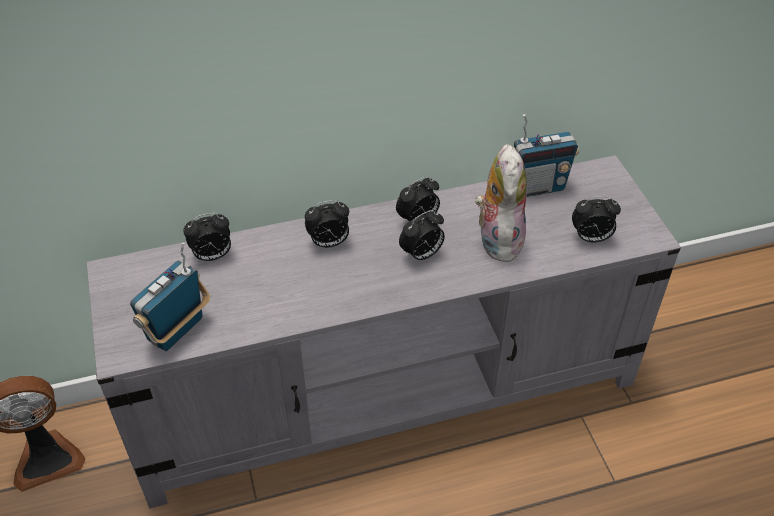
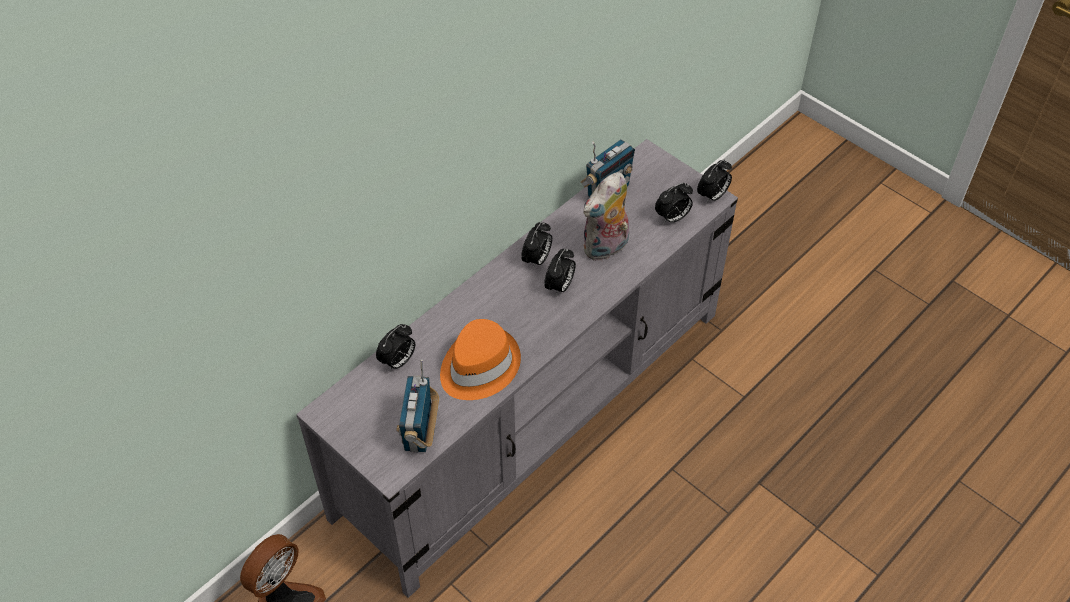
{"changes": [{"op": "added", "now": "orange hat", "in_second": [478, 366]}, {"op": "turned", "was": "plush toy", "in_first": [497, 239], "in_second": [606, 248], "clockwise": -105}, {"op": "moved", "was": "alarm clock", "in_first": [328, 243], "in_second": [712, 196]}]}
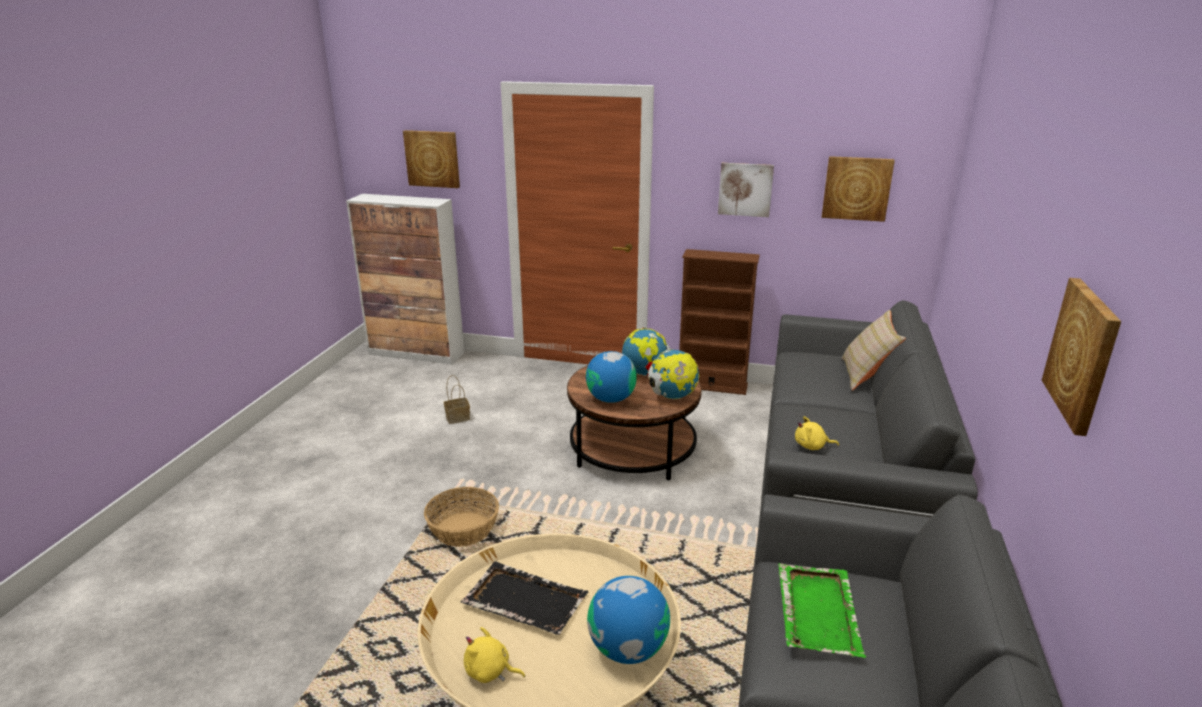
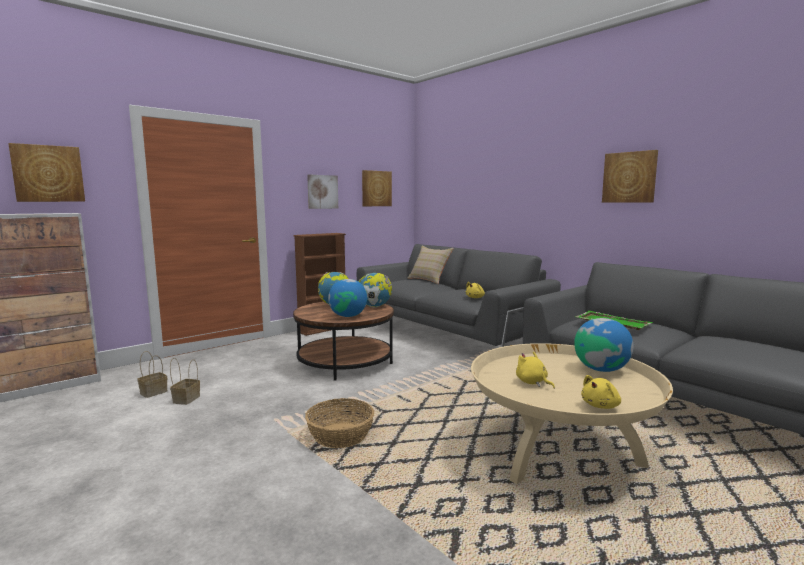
{"changes": [{"op": "added", "now": "basket", "in_second": [153, 392]}, {"op": "replaced", "was": "black tray", "now": "yellow plush toy", "in_first": [524, 600], "in_second": [532, 382]}]}
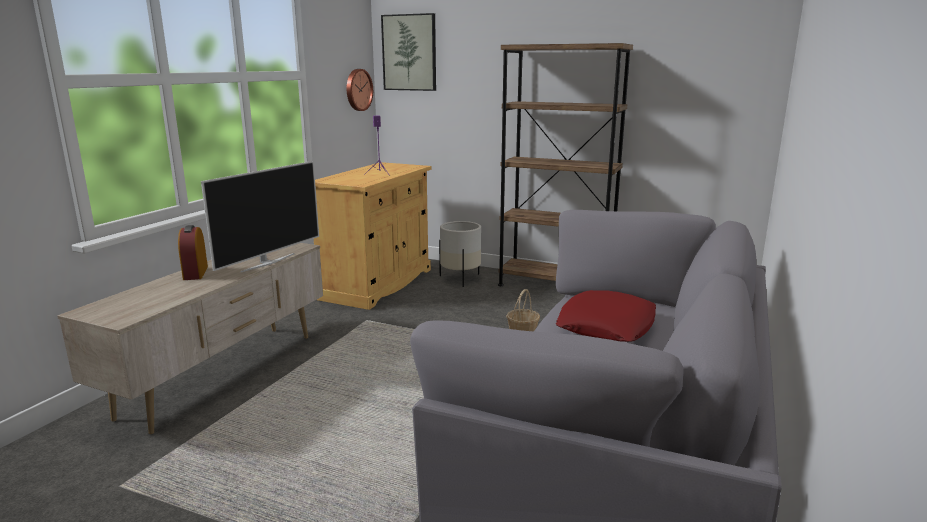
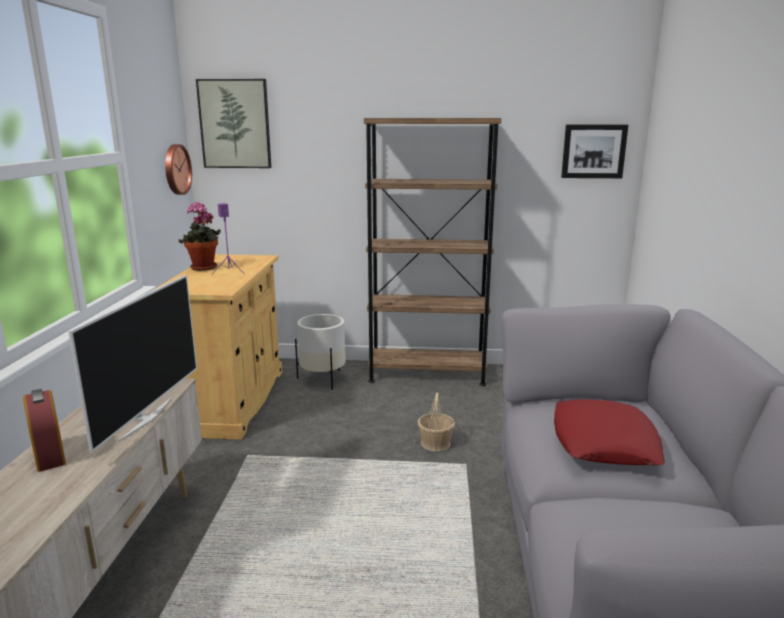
{"changes": [{"op": "added", "now": "potted plant", "in_second": [203, 268]}, {"op": "added", "now": "picture", "in_second": [593, 151]}]}
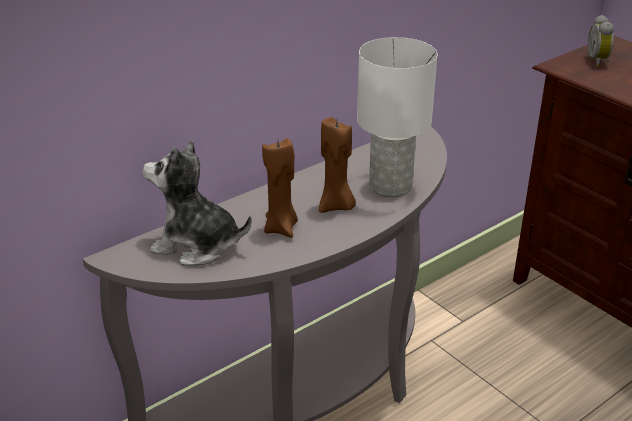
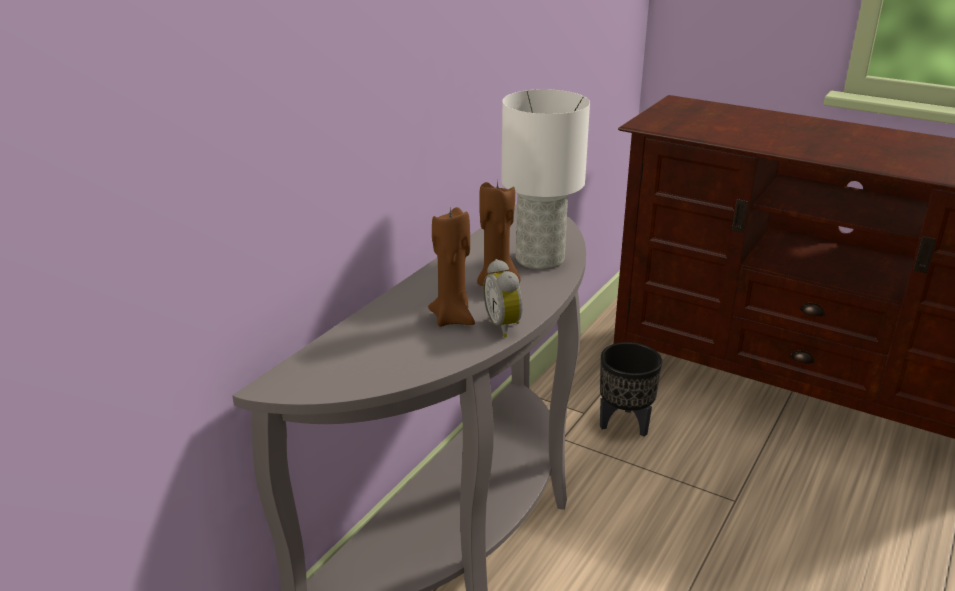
{"changes": [{"op": "moved", "was": "alarm clock", "in_first": [598, 61], "in_second": [505, 326]}, {"op": "added", "now": "black planter", "in_second": [624, 424]}, {"op": "removed", "was": "plush toy", "in_first": [196, 245]}]}
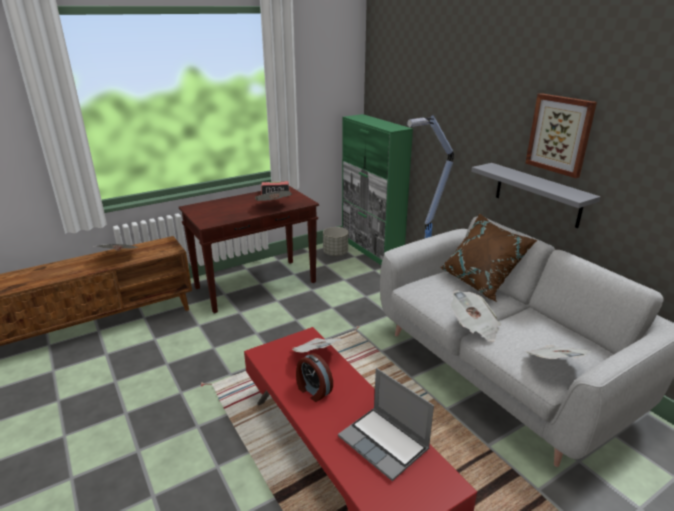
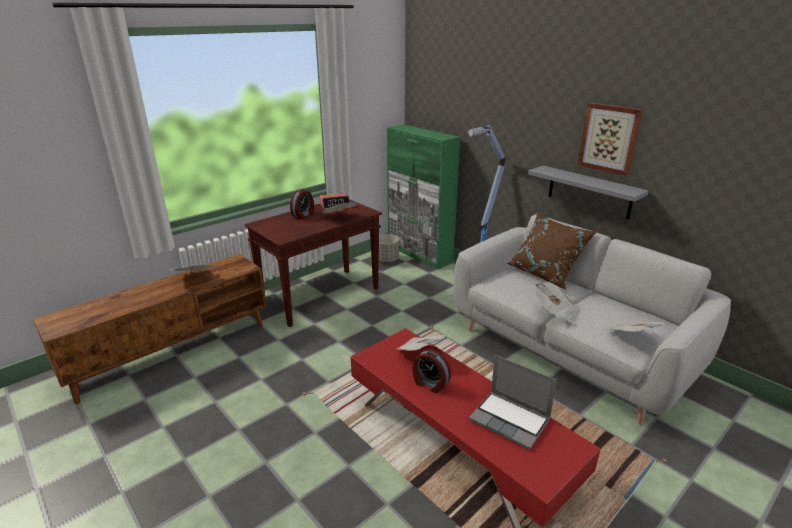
{"changes": [{"op": "added", "now": "alarm clock", "in_second": [304, 215]}]}
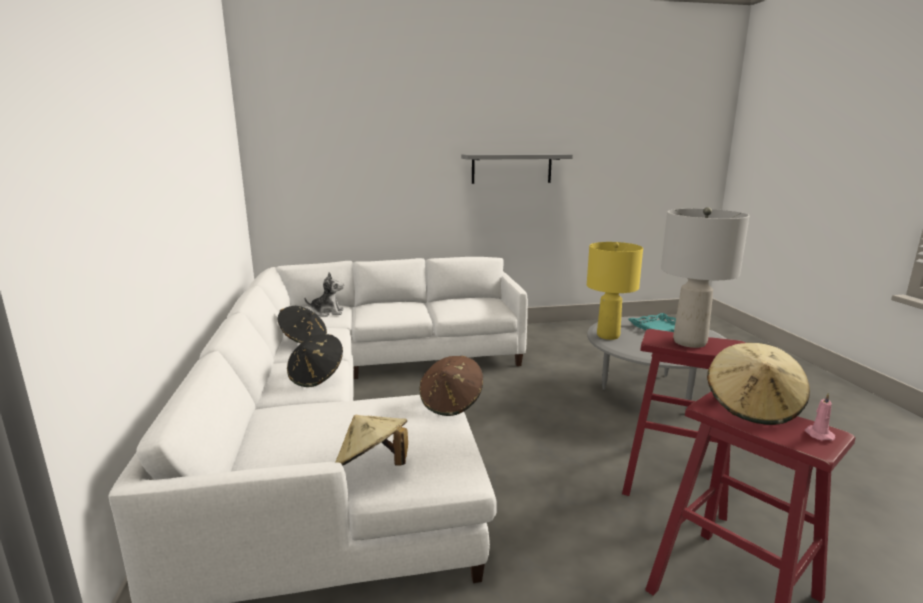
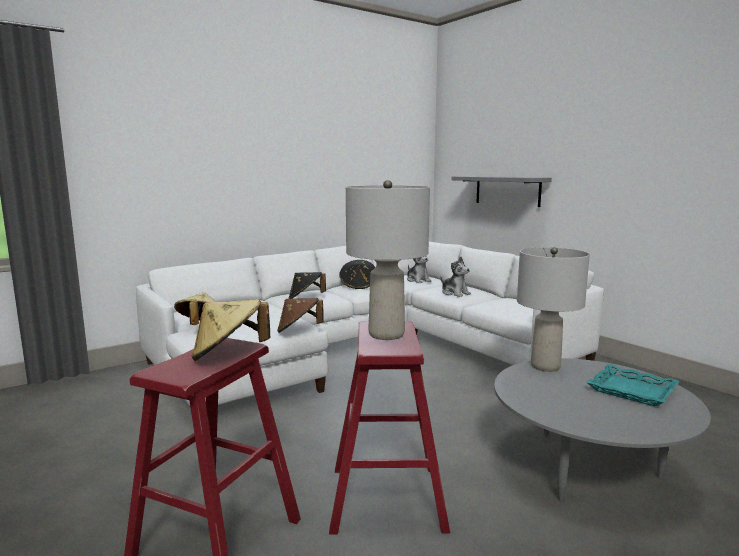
{"changes": [{"op": "added", "now": "plush toy", "in_second": [455, 293]}, {"op": "moved", "was": "grey shelf", "in_first": [511, 168], "in_second": [507, 190]}, {"op": "recoloured", "was": "yellow table lamp", "now": "grey table lamp", "in_first": [608, 336], "in_second": [544, 366]}, {"op": "removed", "was": "pink candle", "in_first": [818, 434]}]}
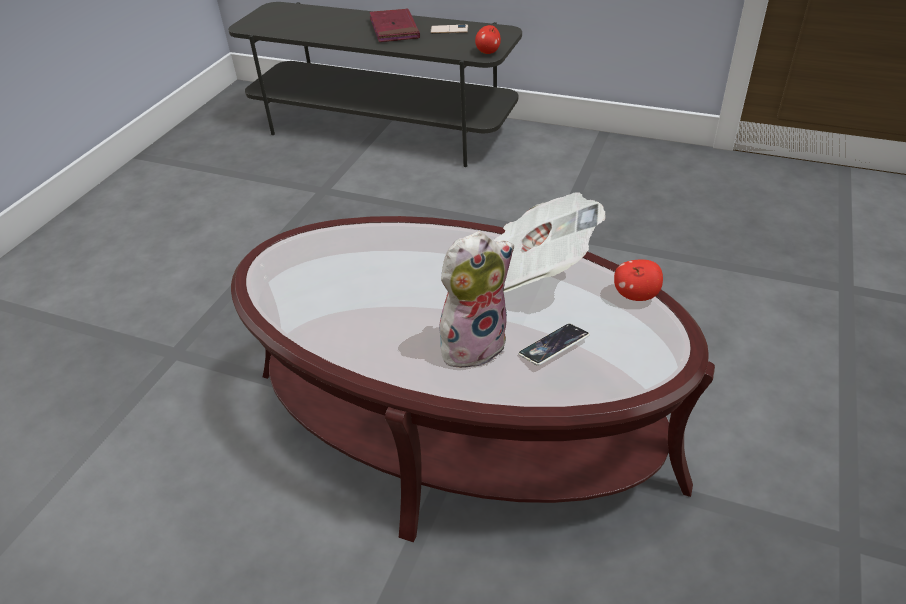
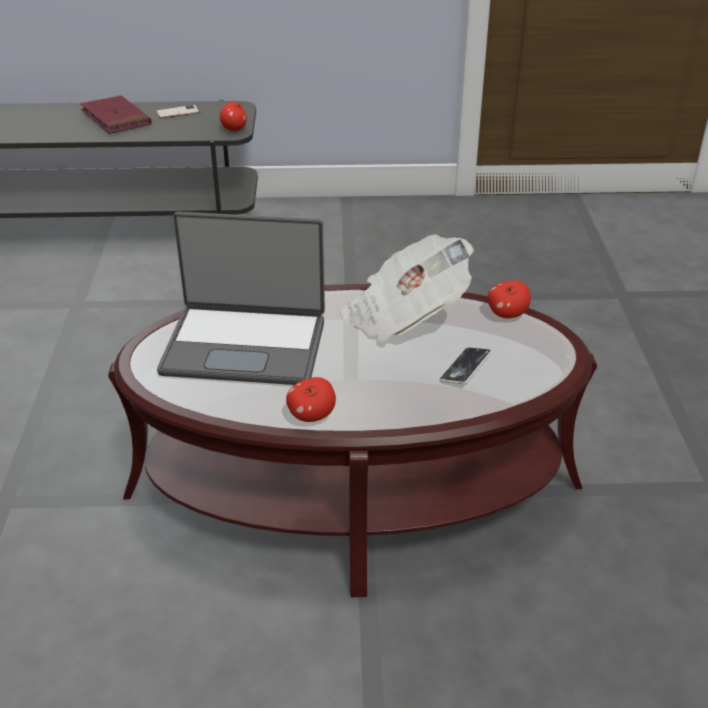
{"changes": [{"op": "added", "now": "laptop", "in_second": [245, 345]}, {"op": "added", "now": "apple", "in_second": [311, 416]}, {"op": "removed", "was": "plush toy", "in_first": [473, 344]}]}
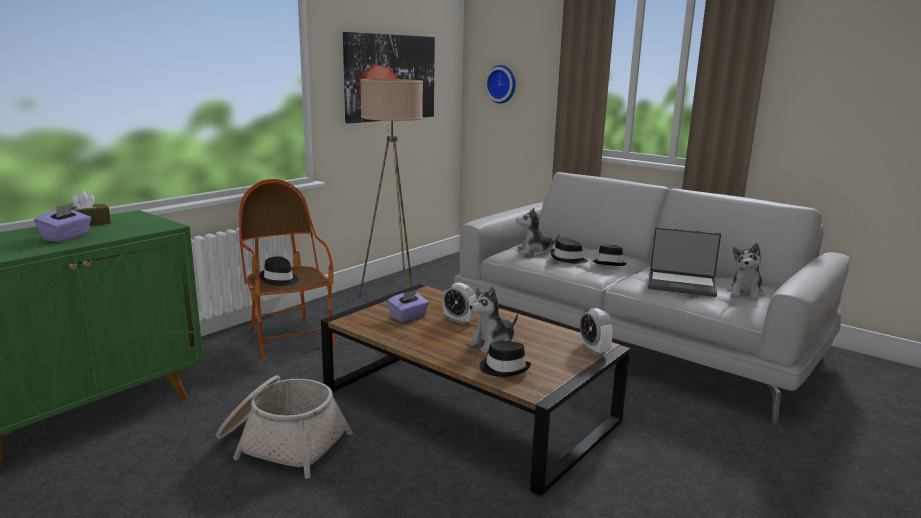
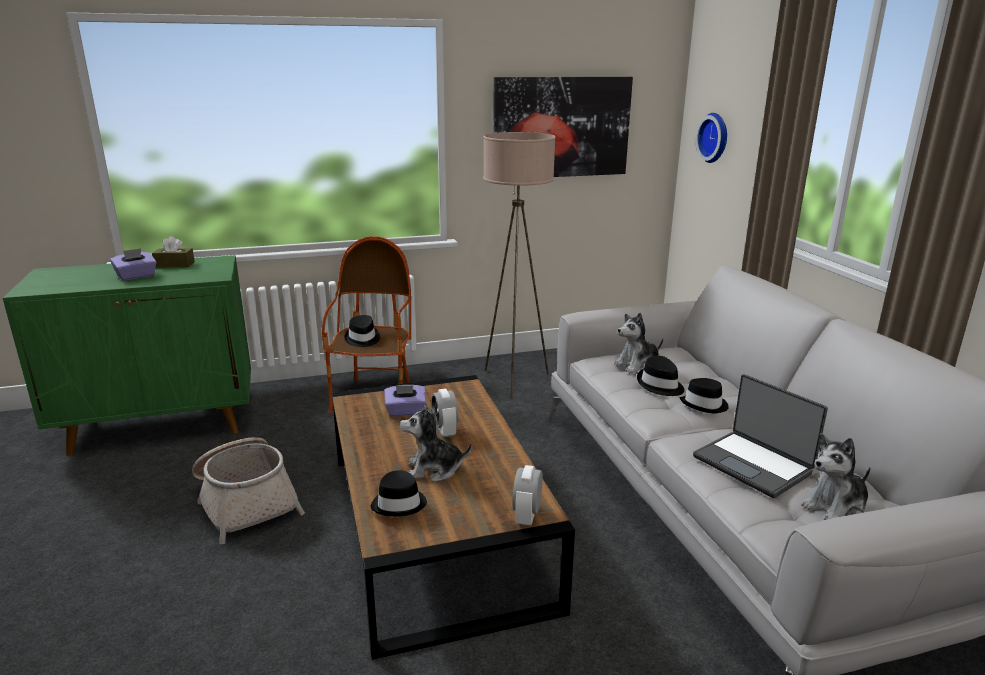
{"changes": [{"op": "turned", "was": "plush toy", "in_first": [535, 251], "in_second": [637, 365], "clockwise": -60}]}
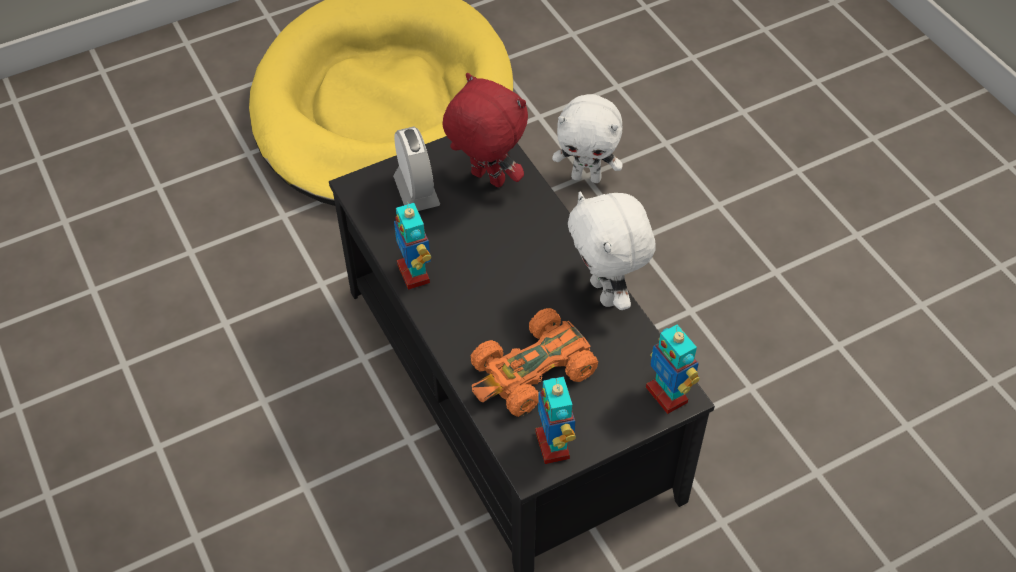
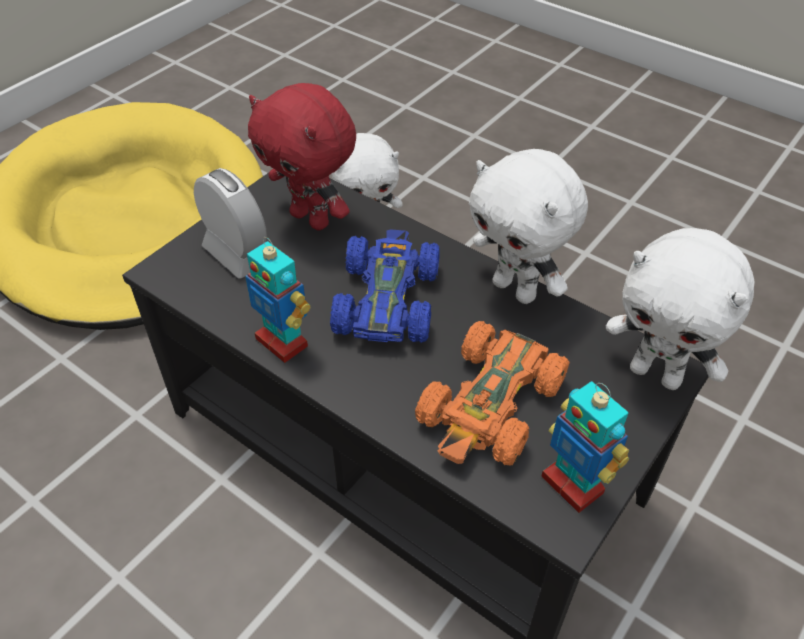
{"changes": [{"op": "turned", "was": "red plush toy", "in_first": [486, 179], "in_second": [312, 219], "clockwise": -150}, {"op": "added", "now": "blue toy car", "in_second": [387, 299]}, {"op": "replaced", "was": "toy robot", "now": "white plush toy", "in_first": [667, 394], "in_second": [656, 374]}]}
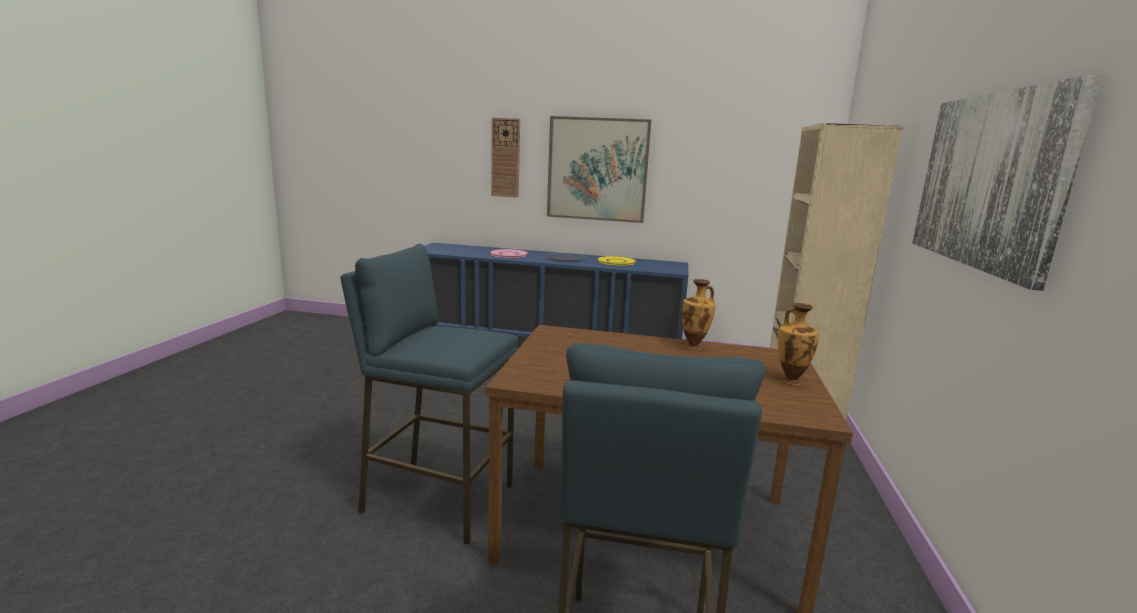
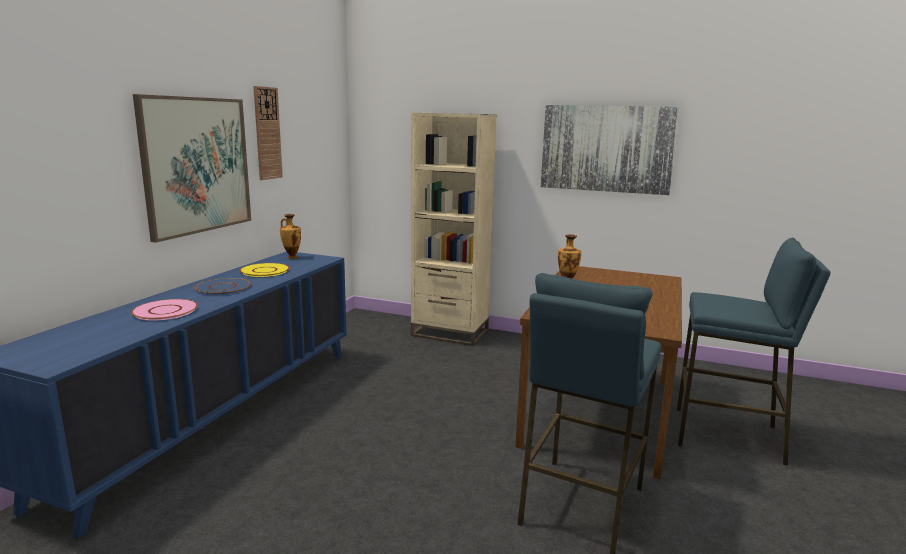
{"changes": [{"op": "moved", "was": "wall clock", "in_first": [505, 158], "in_second": [267, 133]}, {"op": "moved", "was": "vase", "in_first": [790, 381], "in_second": [291, 257]}]}
